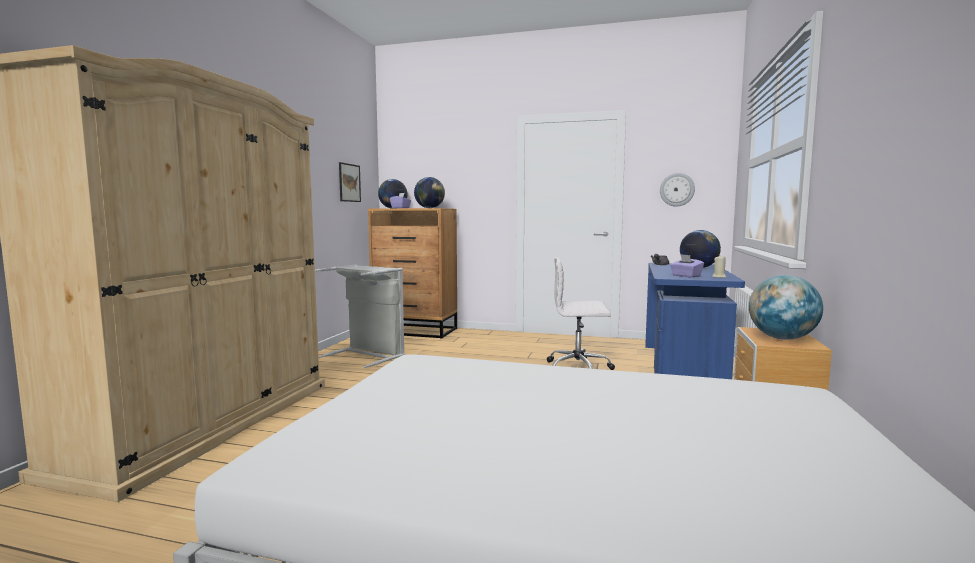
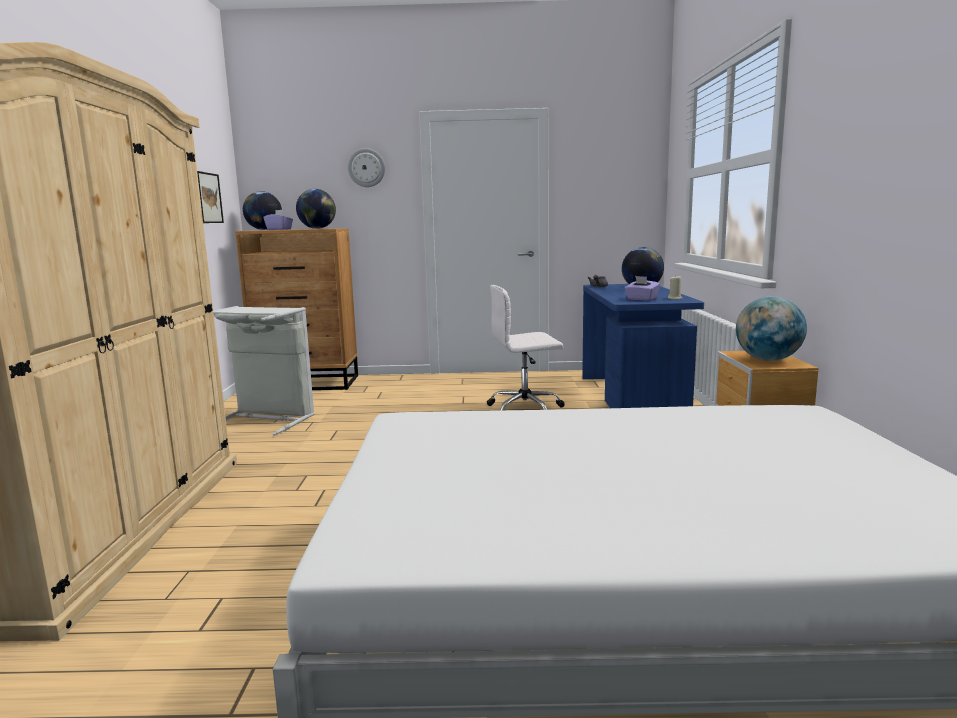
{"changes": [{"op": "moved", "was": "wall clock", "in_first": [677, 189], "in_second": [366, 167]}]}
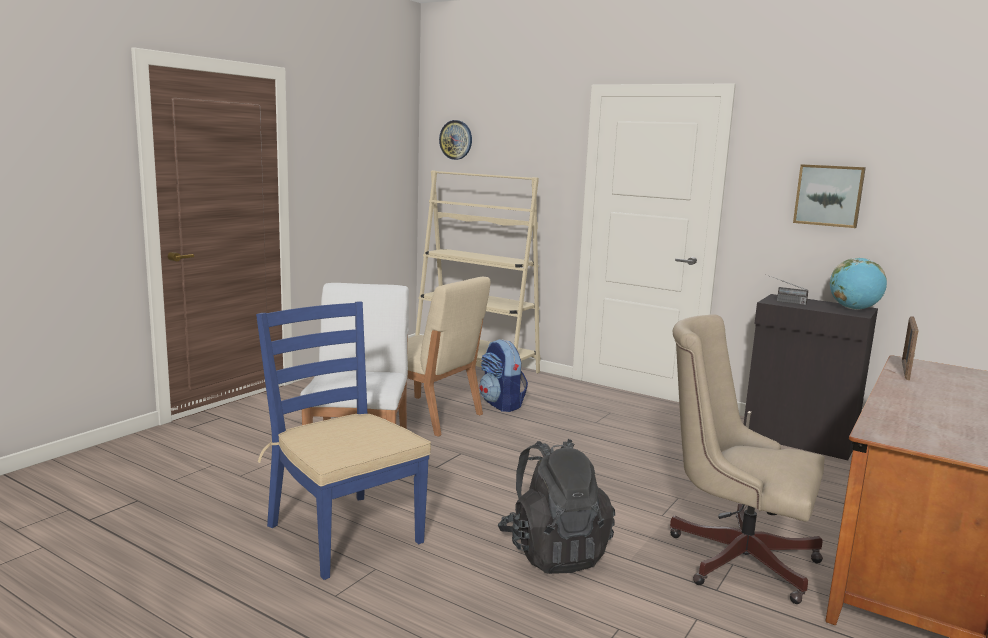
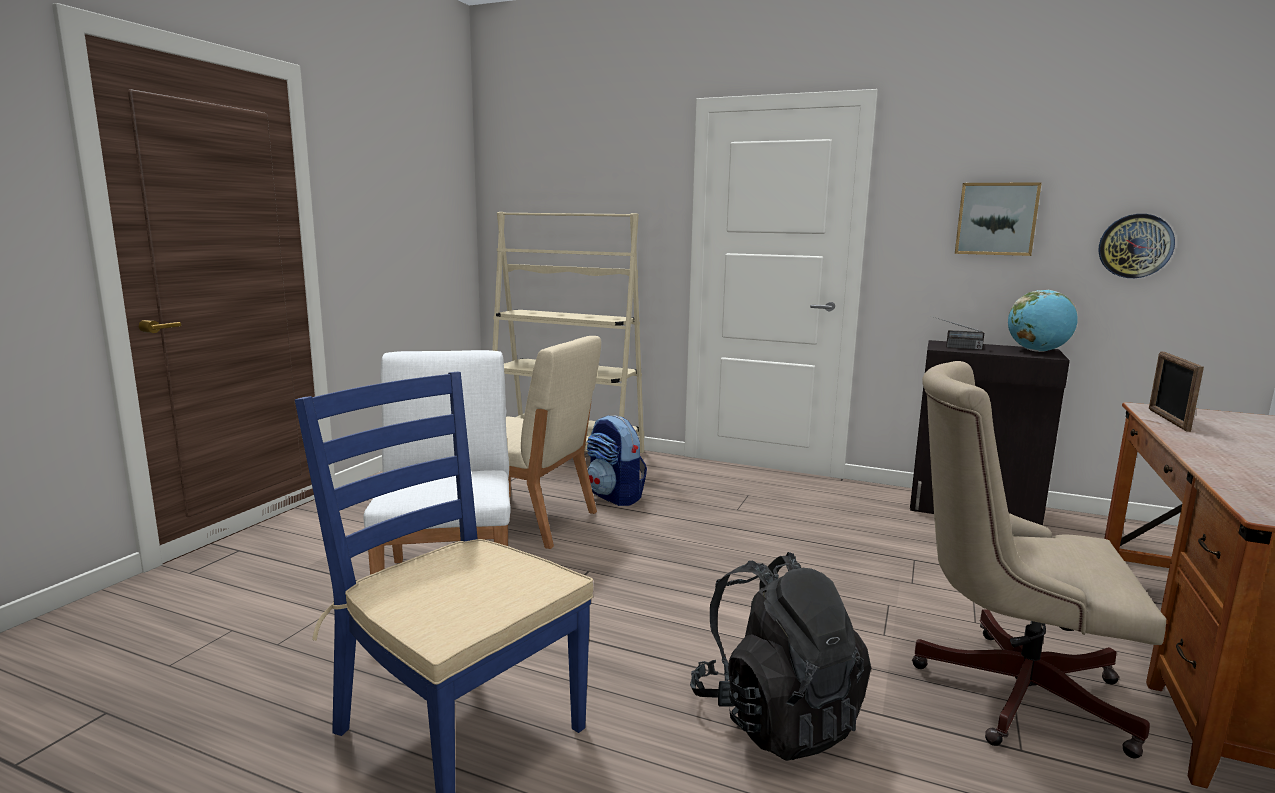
{"changes": [{"op": "moved", "was": "wall clock", "in_first": [456, 140], "in_second": [1135, 246]}]}
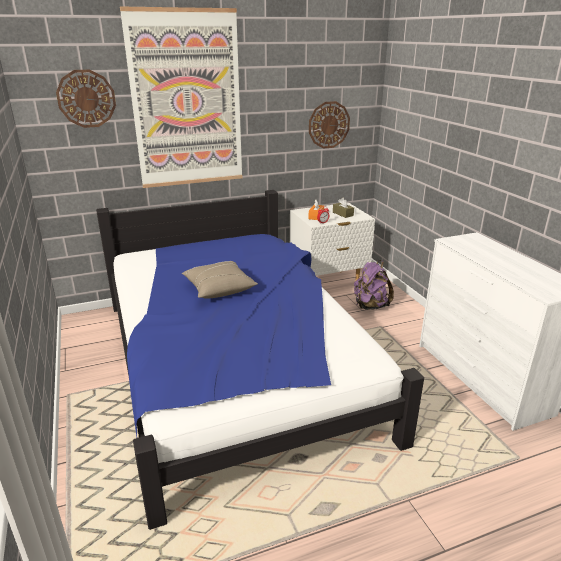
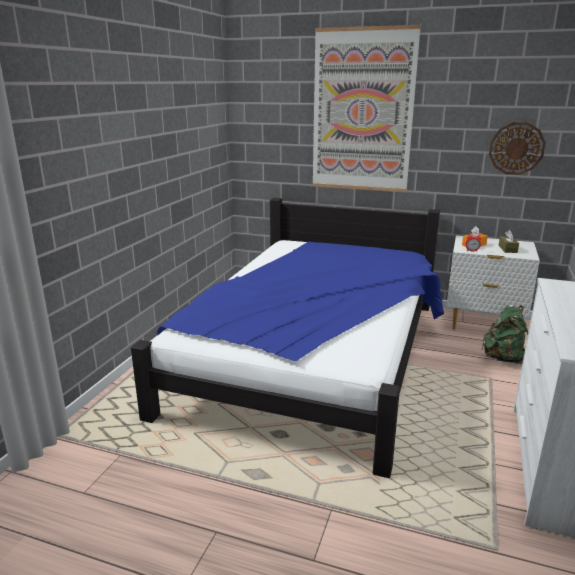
{"changes": [{"op": "recoloured", "was": "purple backpack", "now": "green backpack", "in_first": [370, 306], "in_second": [504, 358]}, {"op": "removed", "was": "wall clock", "in_first": [86, 99]}, {"op": "removed", "was": "beige pillow", "in_first": [219, 288]}]}
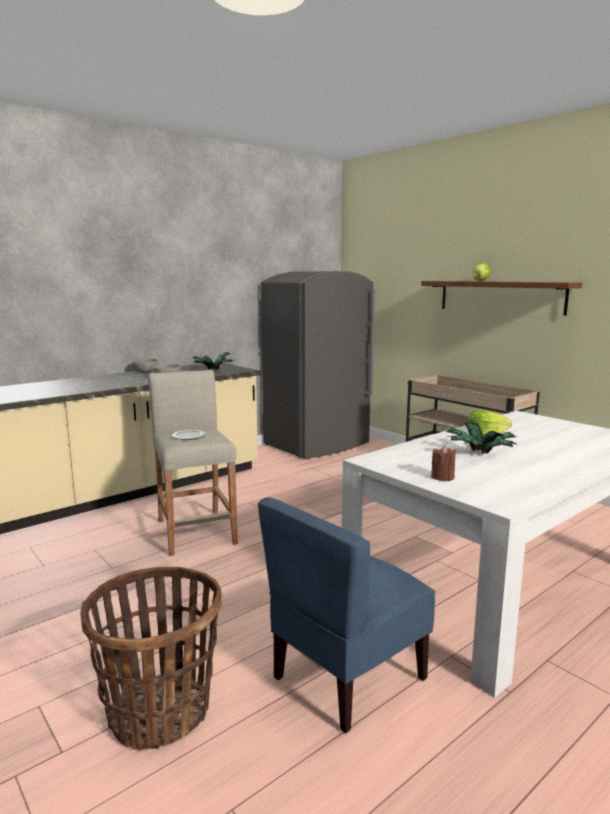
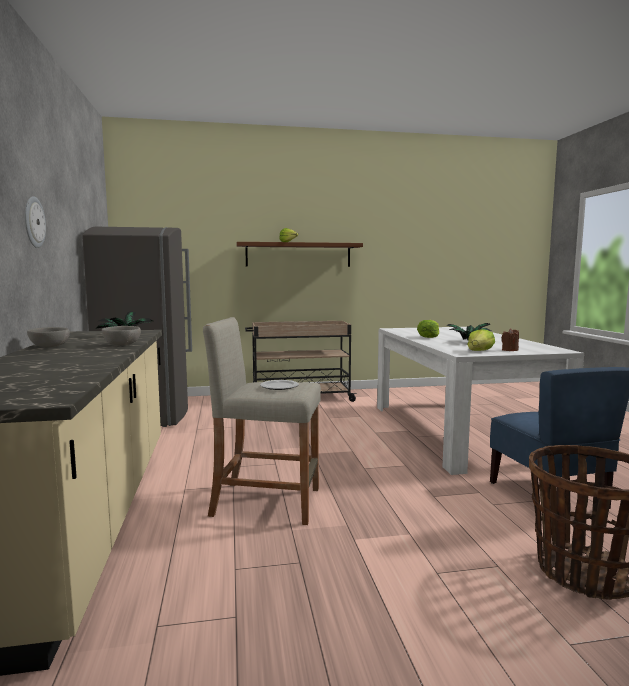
{"changes": [{"op": "added", "now": "wall clock", "in_second": [33, 222]}, {"op": "added", "now": "lettuce", "in_second": [480, 351]}]}
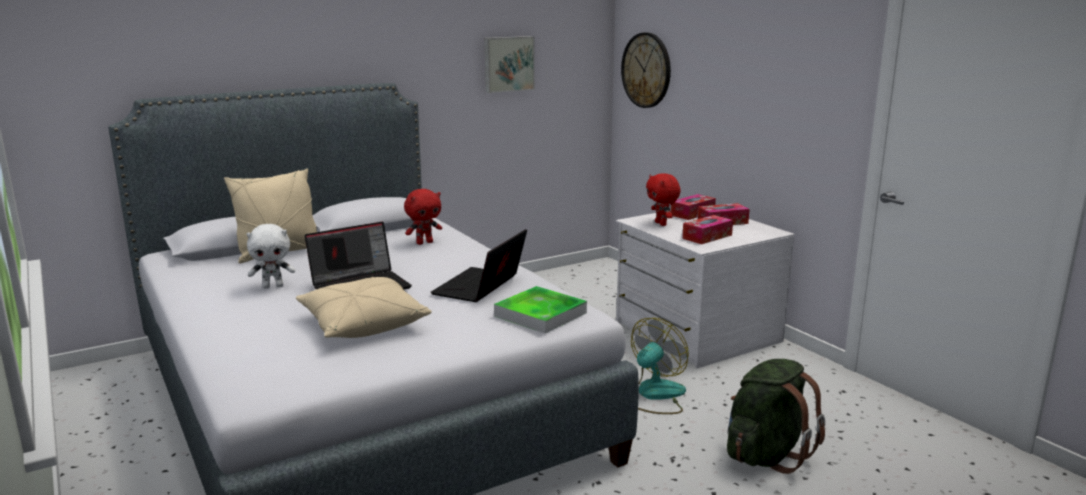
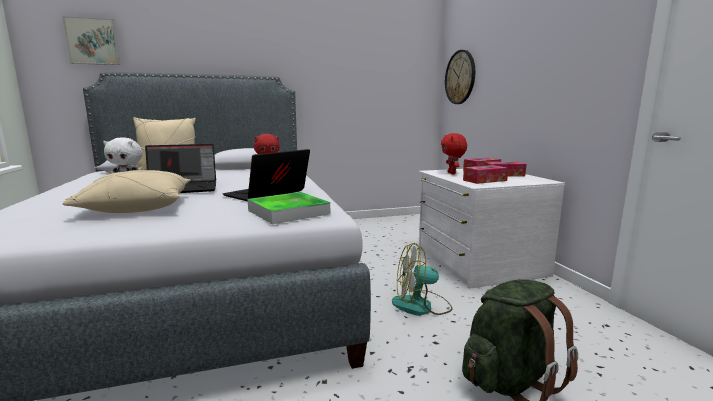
{"changes": [{"op": "moved", "was": "picture", "in_first": [508, 64], "in_second": [93, 41]}, {"op": "turned", "was": "fan", "in_first": [654, 395], "in_second": [421, 306], "clockwise": -150}]}
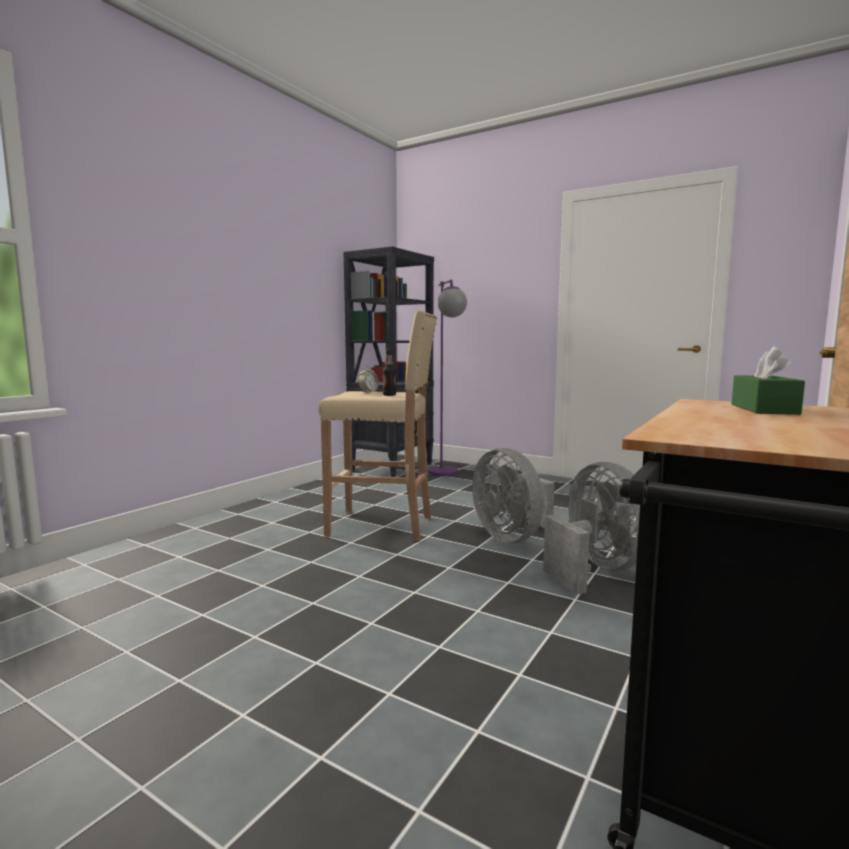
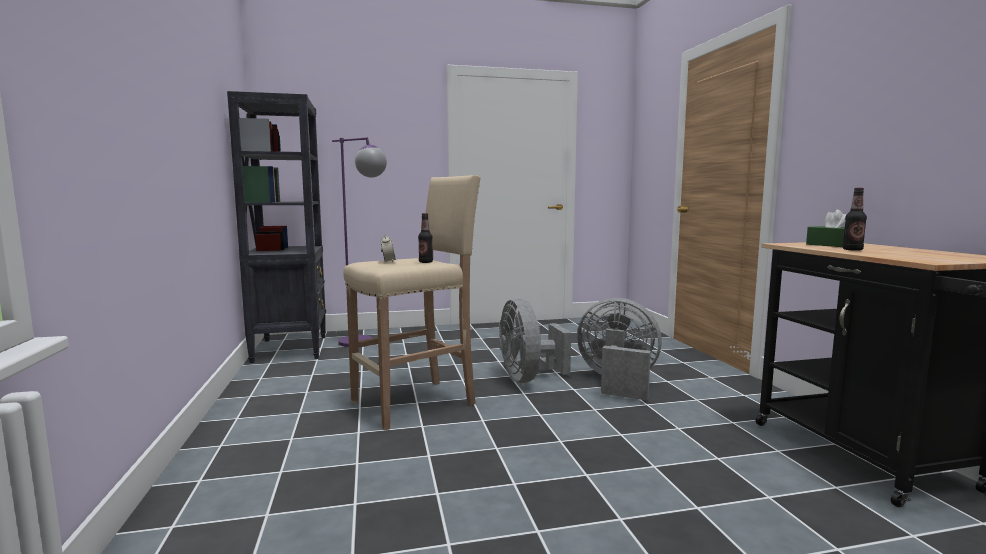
{"changes": [{"op": "turned", "was": "grey fan", "in_first": [512, 537], "in_second": [528, 378], "clockwise": 60}, {"op": "added", "now": "bottle", "in_second": [852, 249]}]}
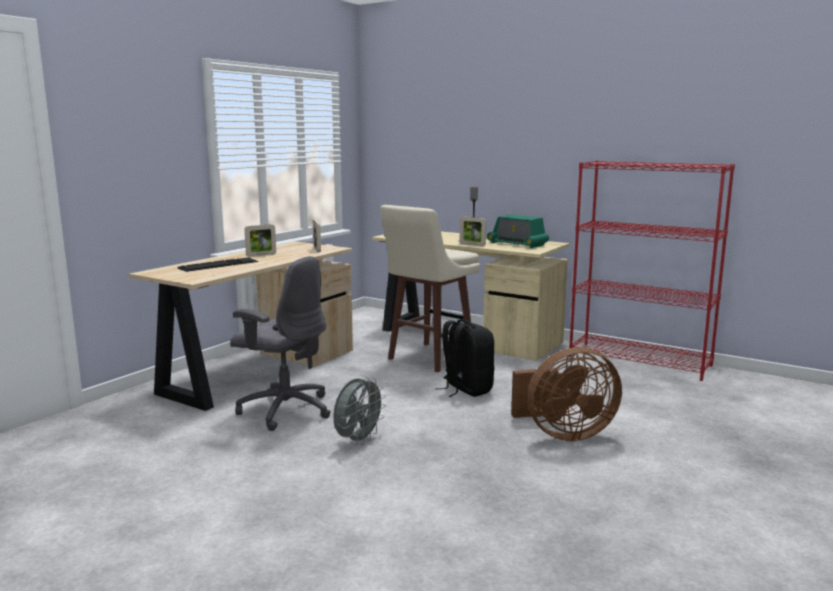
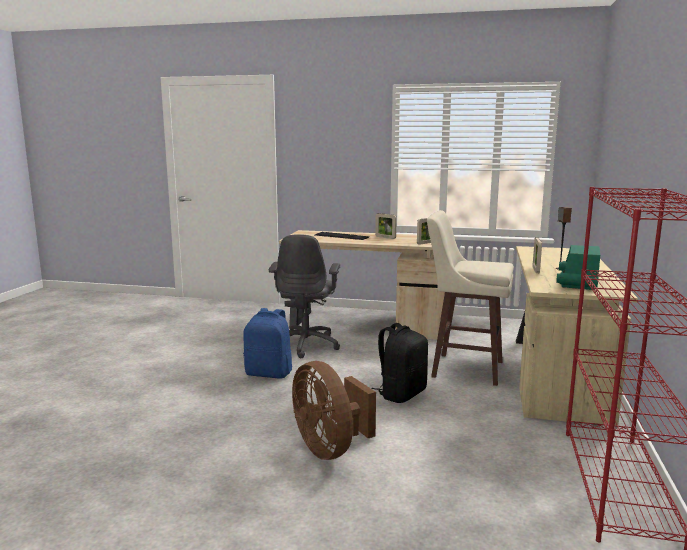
{"changes": [{"op": "replaced", "was": "grey fan", "now": "blue backpack", "in_first": [358, 440], "in_second": [269, 373]}]}
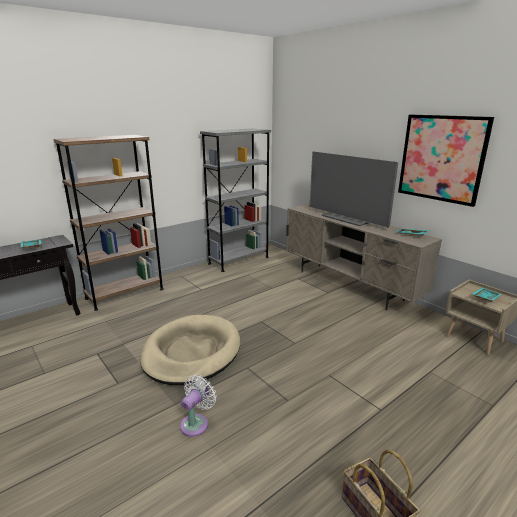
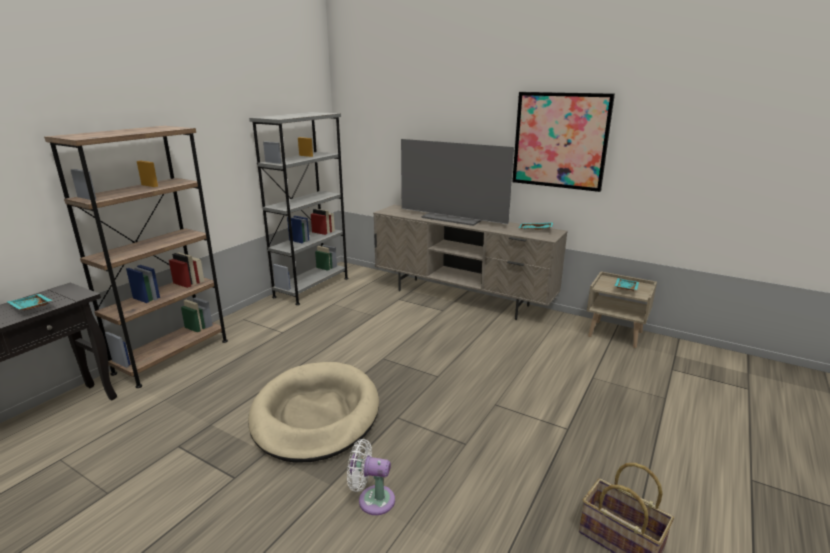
{"changes": [{"op": "turned", "was": "white fan", "in_first": [196, 423], "in_second": [372, 499], "clockwise": -90}]}
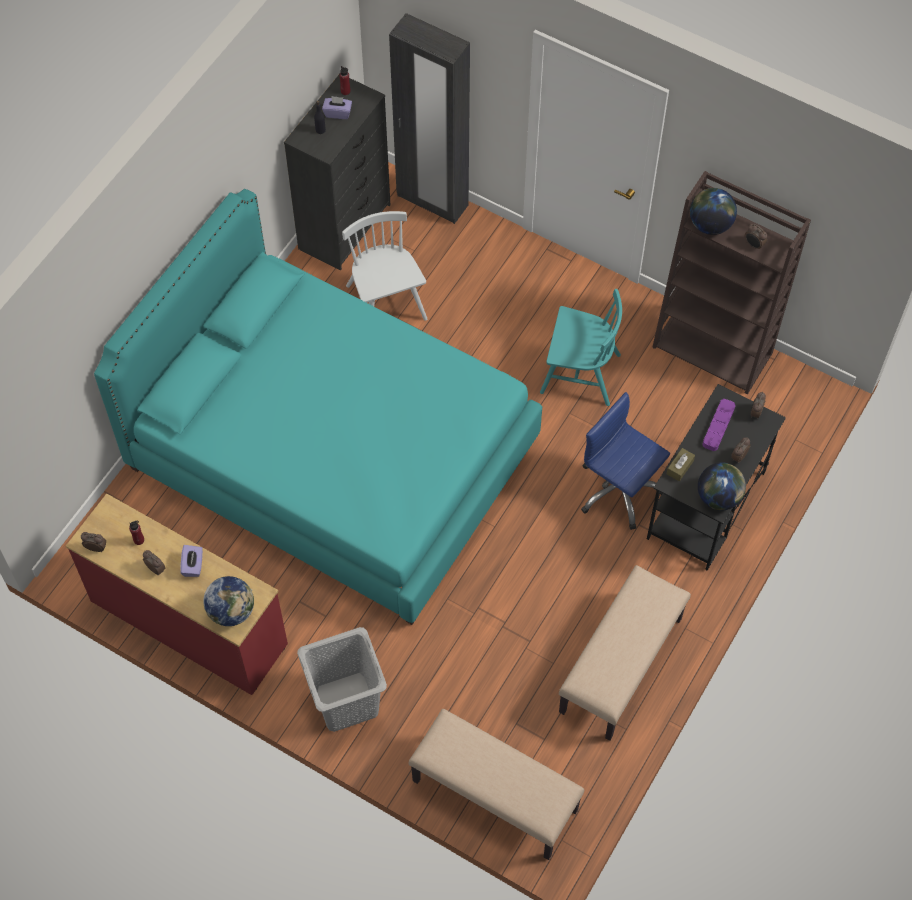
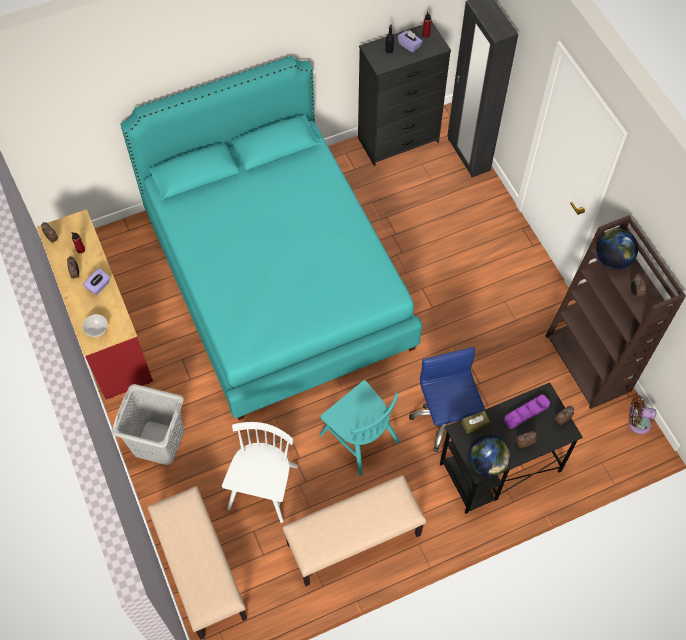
{"changes": [{"op": "replaced", "was": "globe", "now": "bowl", "in_first": [231, 611], "in_second": [97, 330]}, {"op": "moved", "was": "white chair", "in_first": [386, 303], "in_second": [263, 488]}, {"op": "moved", "was": "turquoise chair", "in_first": [579, 373], "in_second": [359, 437]}, {"op": "added", "now": "brown fan", "in_second": [636, 423]}]}
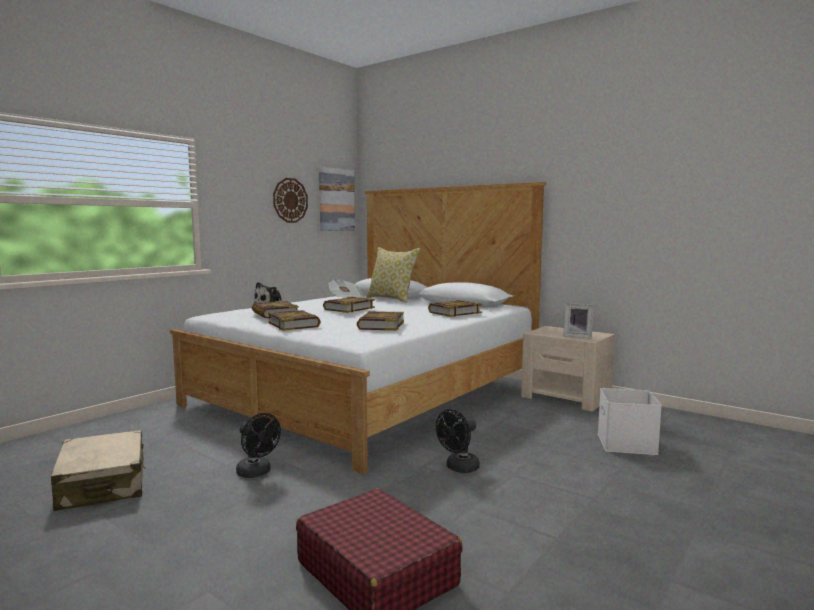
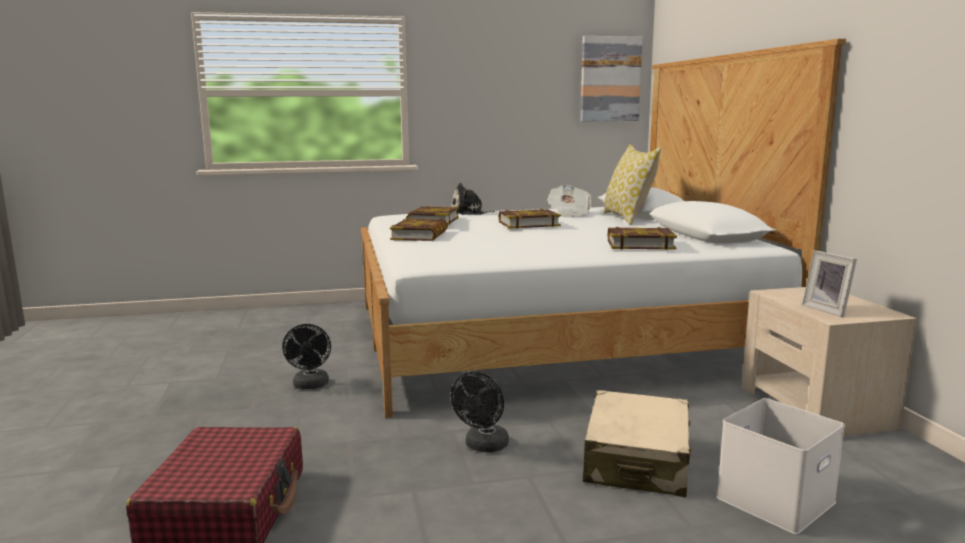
{"changes": [{"op": "turned", "was": "black fan", "in_first": [459, 468], "in_second": [483, 446], "clockwise": -60}, {"op": "moved", "was": "beige suitcase", "in_first": [103, 484], "in_second": [637, 461]}, {"op": "removed", "was": "wall clock", "in_first": [290, 200]}, {"op": "removed", "was": "book", "in_first": [380, 325]}]}
